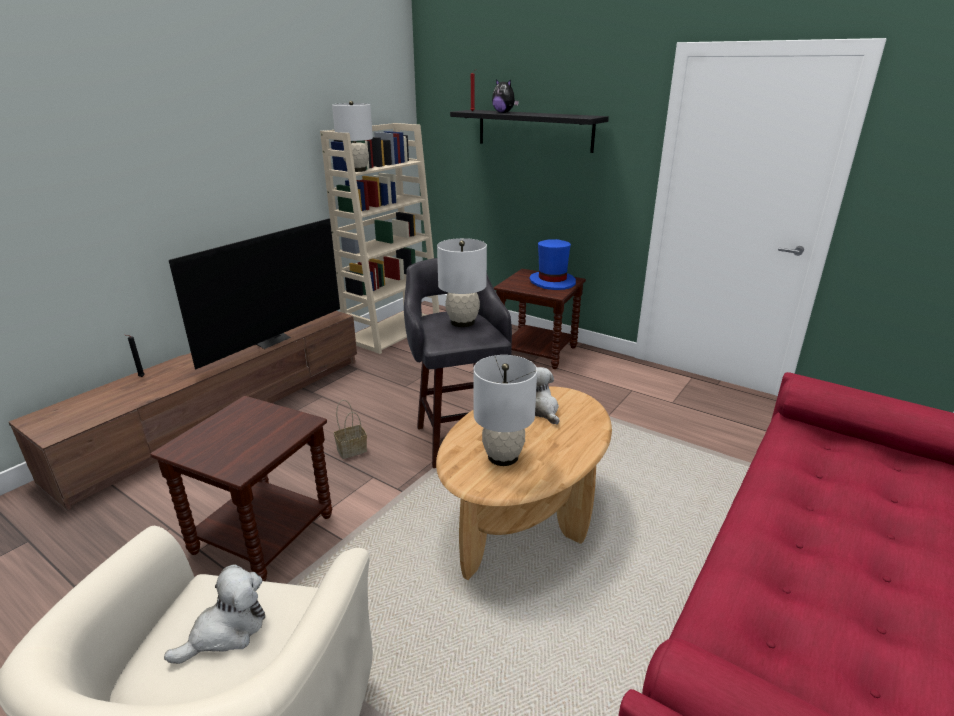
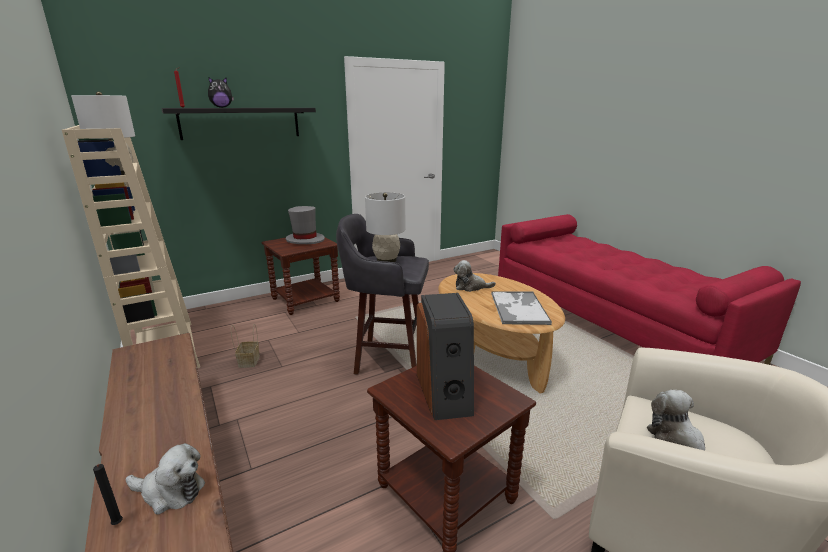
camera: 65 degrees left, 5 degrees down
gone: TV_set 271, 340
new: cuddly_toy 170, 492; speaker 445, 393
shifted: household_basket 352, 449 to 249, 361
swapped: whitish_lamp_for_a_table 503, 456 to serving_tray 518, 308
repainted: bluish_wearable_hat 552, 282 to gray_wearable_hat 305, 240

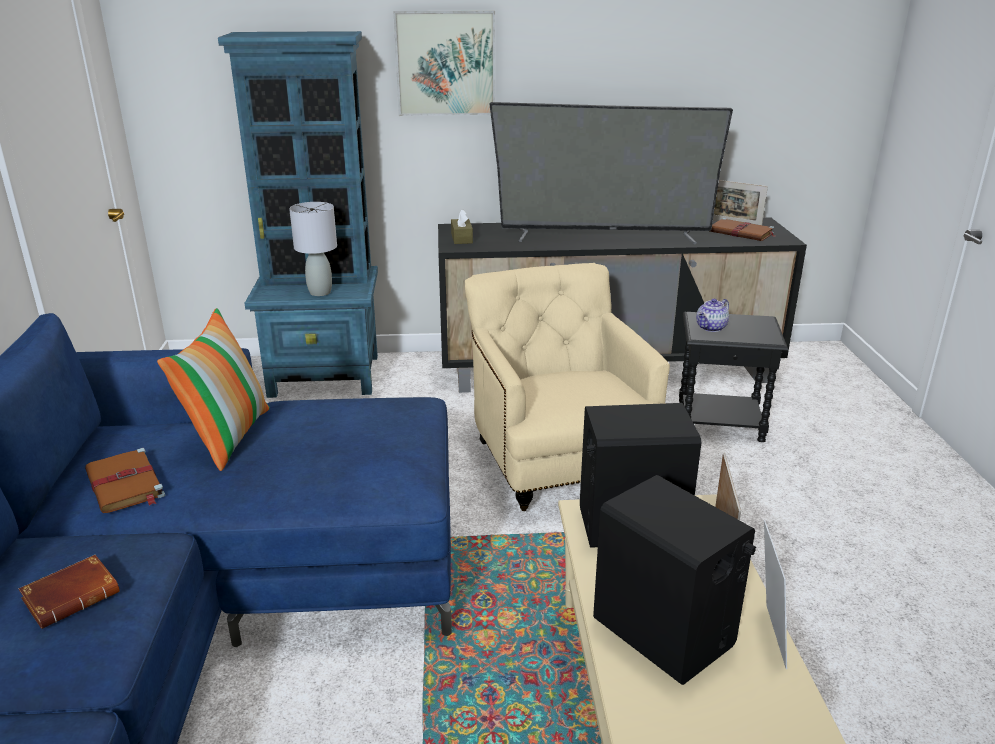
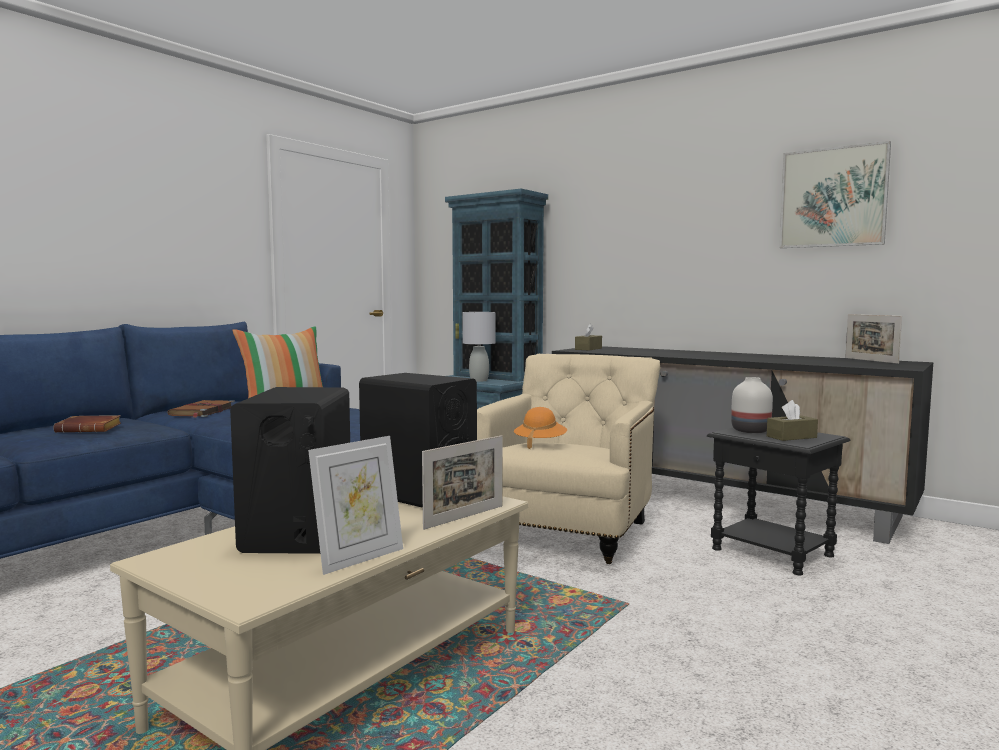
camera: 40 degrees right, 20 degrees down
gone: TV_set 604, 236; brown_volume 742, 233
new: orangey_wearable_hat 540, 443; brown_box_of_tissues 791, 437
shifted: wall_art 445, 64 to 833, 197
swapped: pot_for_tea 711, 328 to whitish_decorative_vase 751, 431

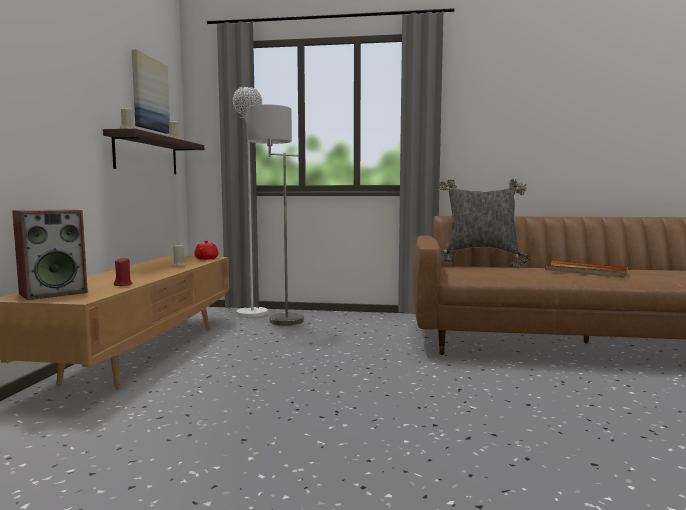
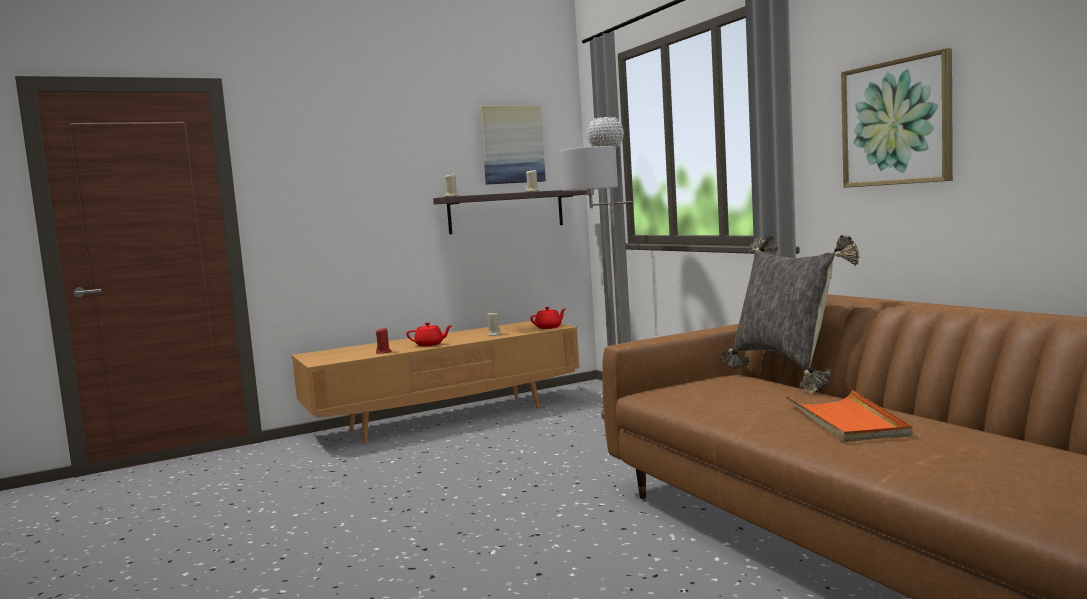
camera: 55 degrees right, 0 degrees up
gone: speaker 54, 293
new: red-coloured_pot_for_tea 430, 344; wall_art 896, 123

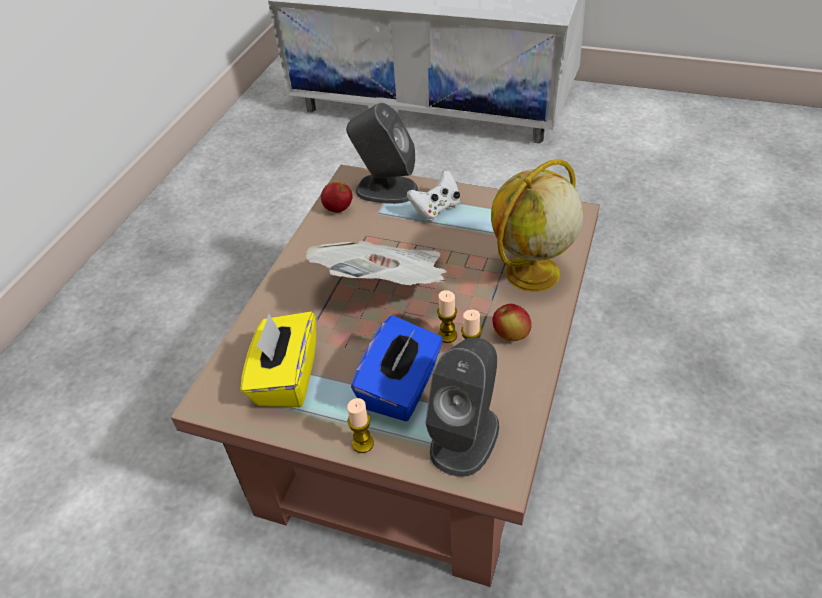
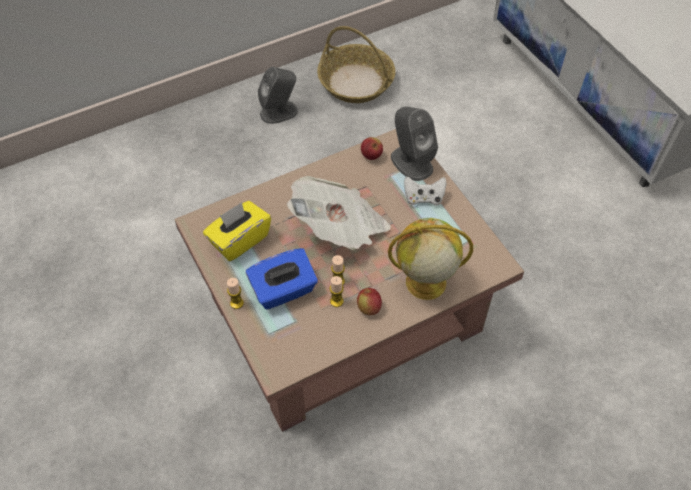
camera: 40 degrees right, 10 degrees up
new: household_basket 356, 82
shifted: gray_speaker 465, 437 to 279, 112

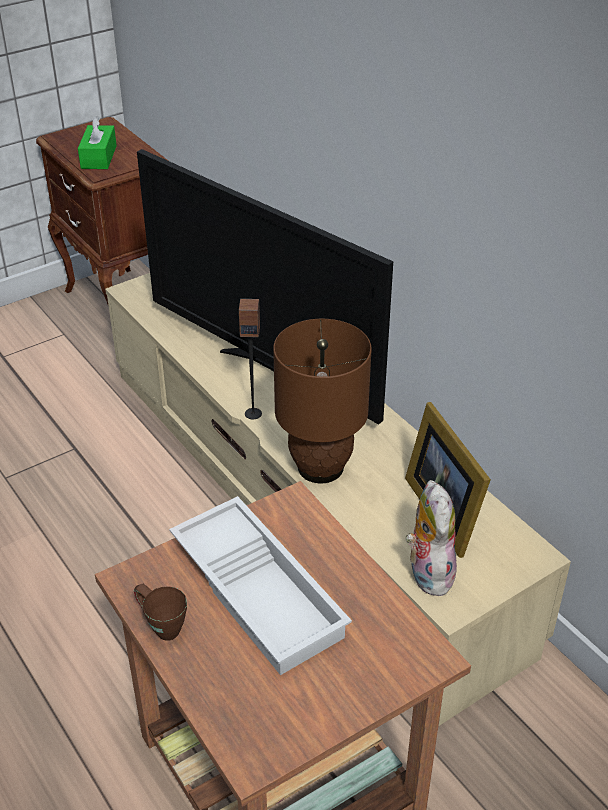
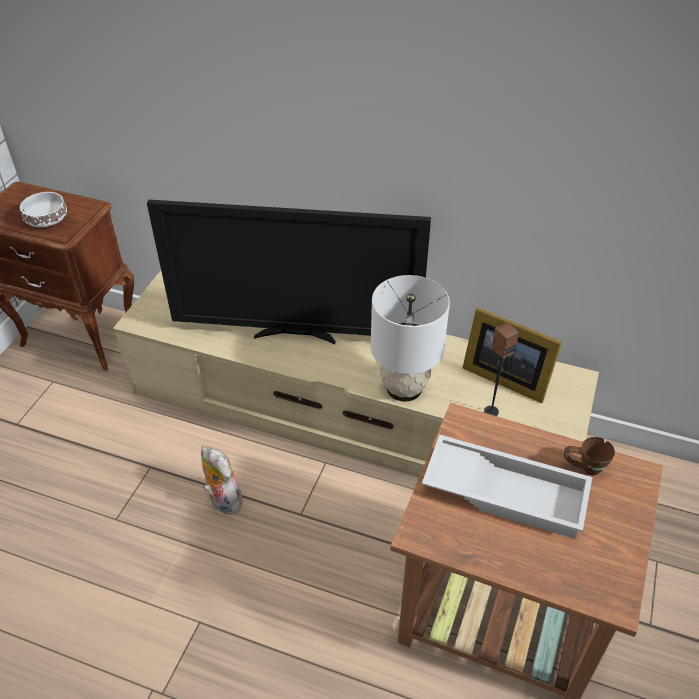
camera: 35 degrees left, 5 degrees up
shifted: cuddly_toy 427, 572 to 222, 500; speaker 253, 413 to 491, 411; brown_mug 161, 626 to 583, 468
swapped: green-coloured_box_of_tissues 99, 157 to whitish_serving_bowl 46, 220
repainted: brown_lamp_for_a_table 321, 467 to whitish_lamp_for_a_table 404, 387

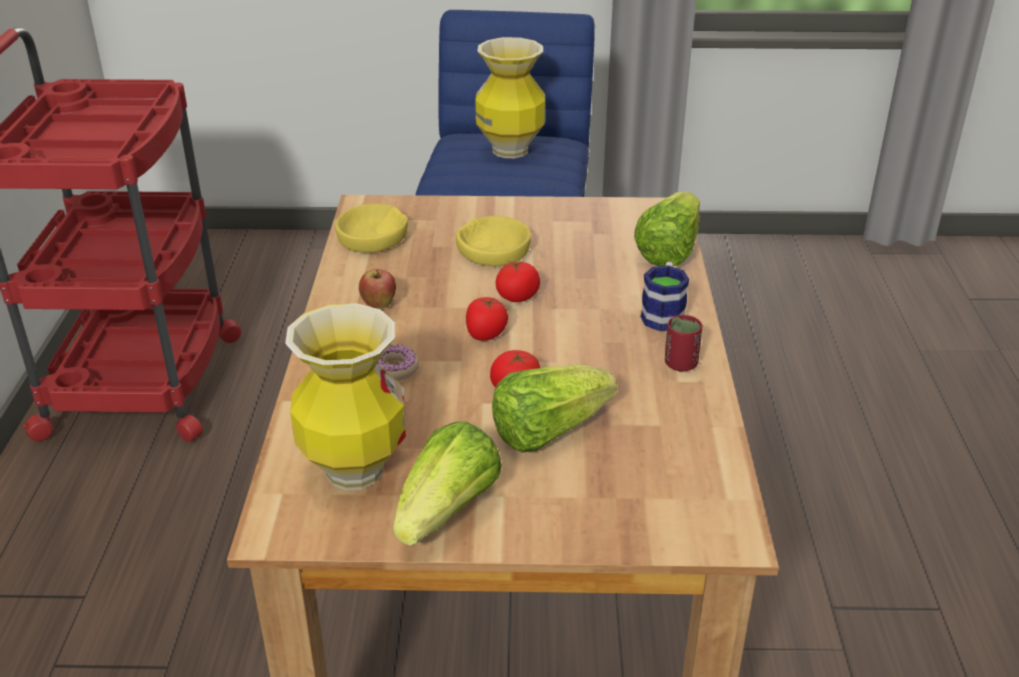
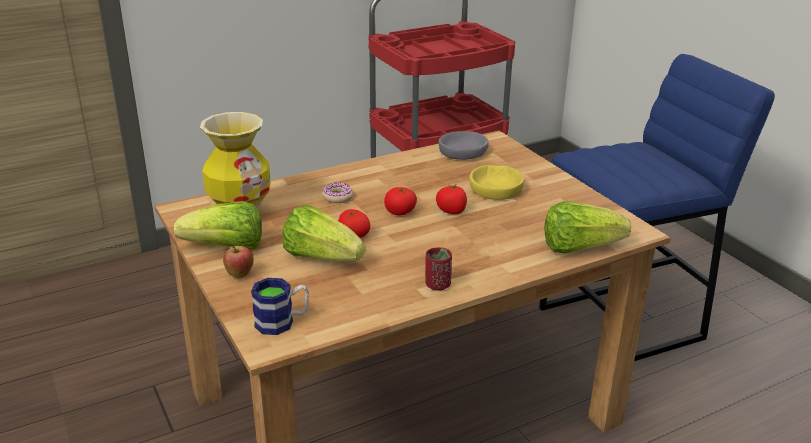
camera: 60 degrees right, 5 degrees down
gone: decorative_vase 510, 150
shifted: apple 379, 306 to 240, 275; mug 663, 313 to 282, 322
repainted: yellow_serving_bowl 372, 237 to gray_serving_bowl 463, 152

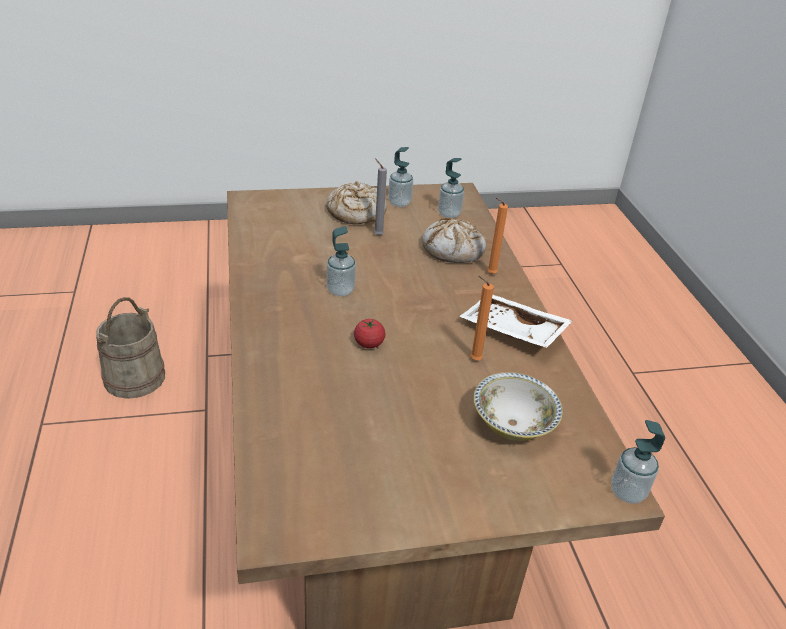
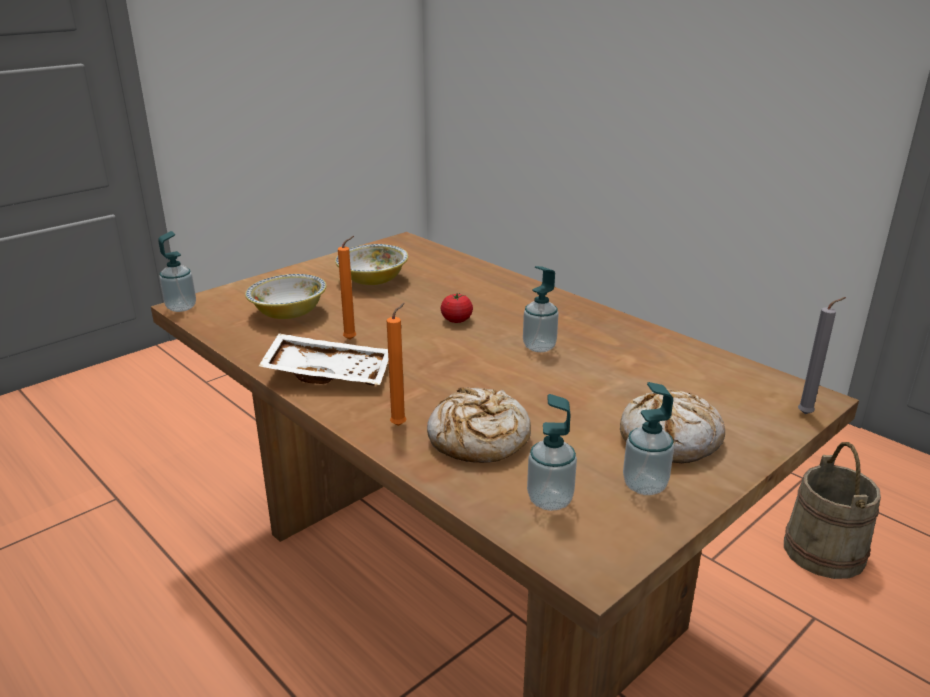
camera: 150 degrees right, 10 degrees down
new: serving_bowl 373, 280
shifted: gray_wax_candle 377, 235 to 807, 414

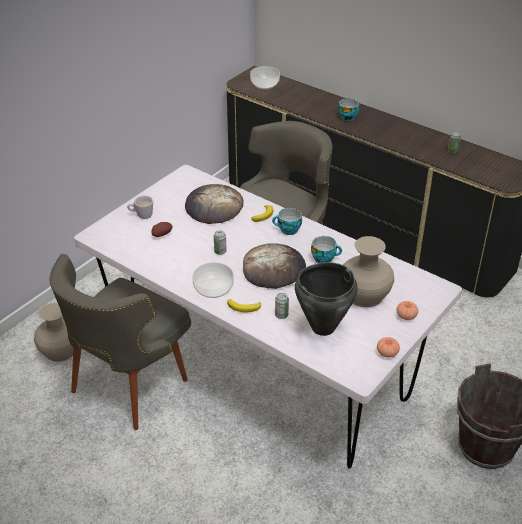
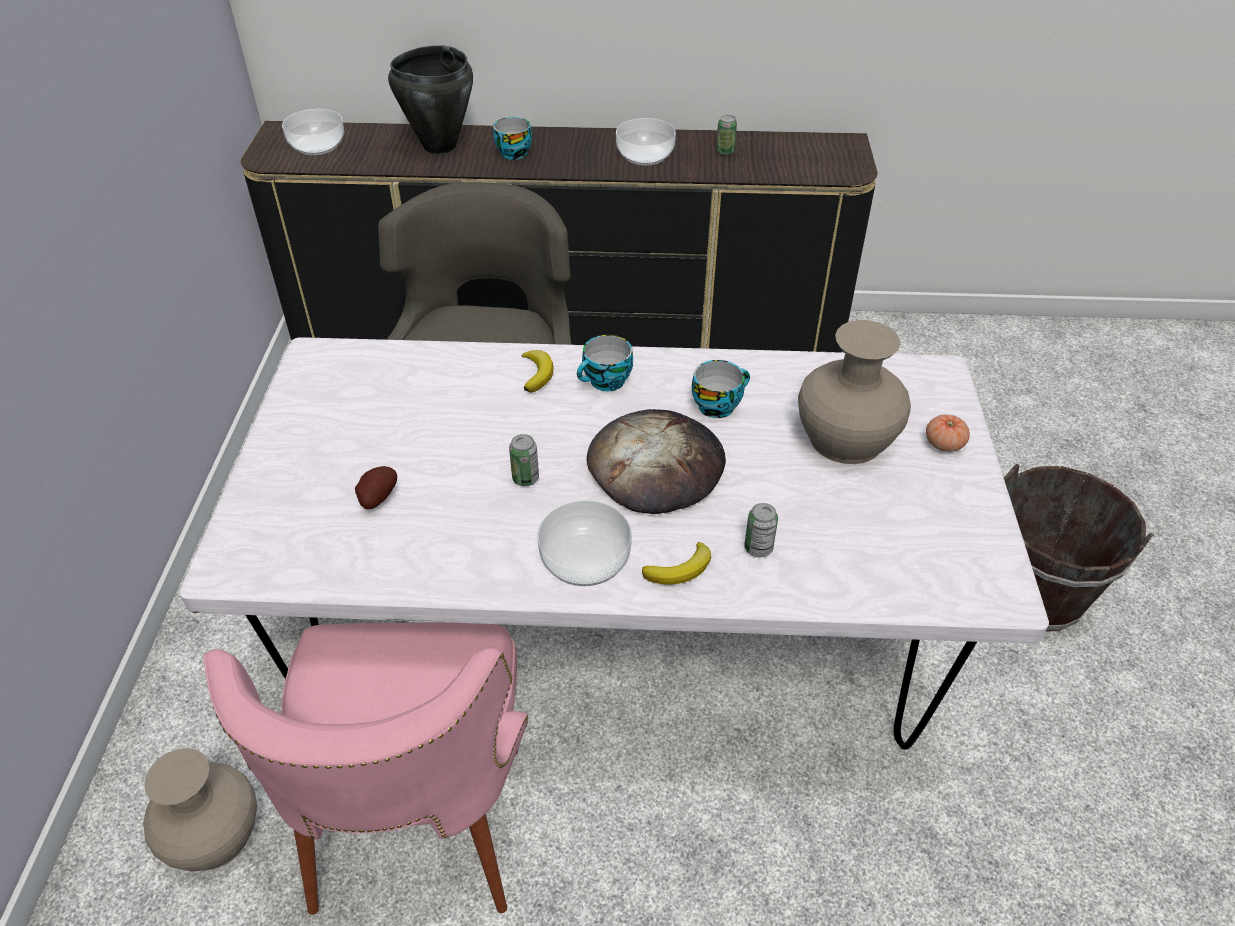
camera: 35 degrees left, 5 degrees up
gone: whitish_mug 141, 215; bakery_bread 214, 207; tomato 387, 353
new: serving_bowl 644, 155
shifted: black_saucepot 322, 327 to 439, 146
repainted: gray_plain_chair 130, 386 to pinkish_plain_chair 420, 825

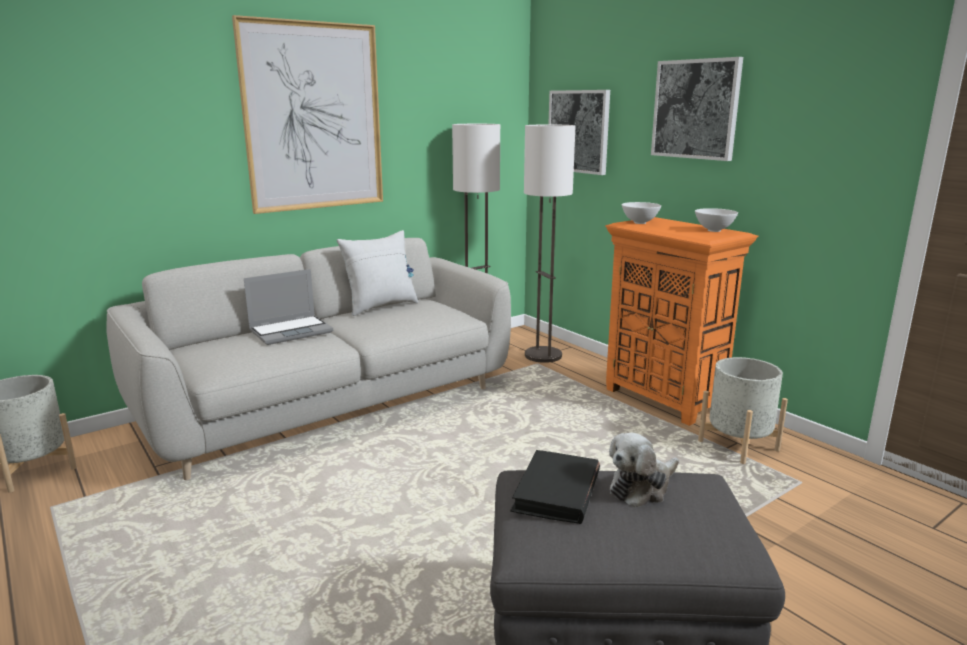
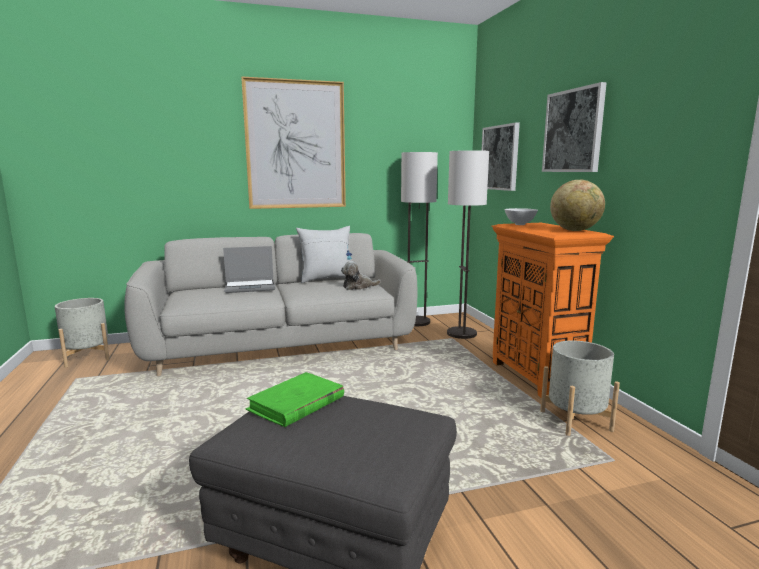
camera: 20 degrees right, 5 degrees down
shifted: cuddly_toy 641, 487 to 358, 287
swapped: whitish_serving_bowl 714, 230 to world_globe 575, 230
repainted: black_volume 557, 491 to green-coloured_volume 296, 403

